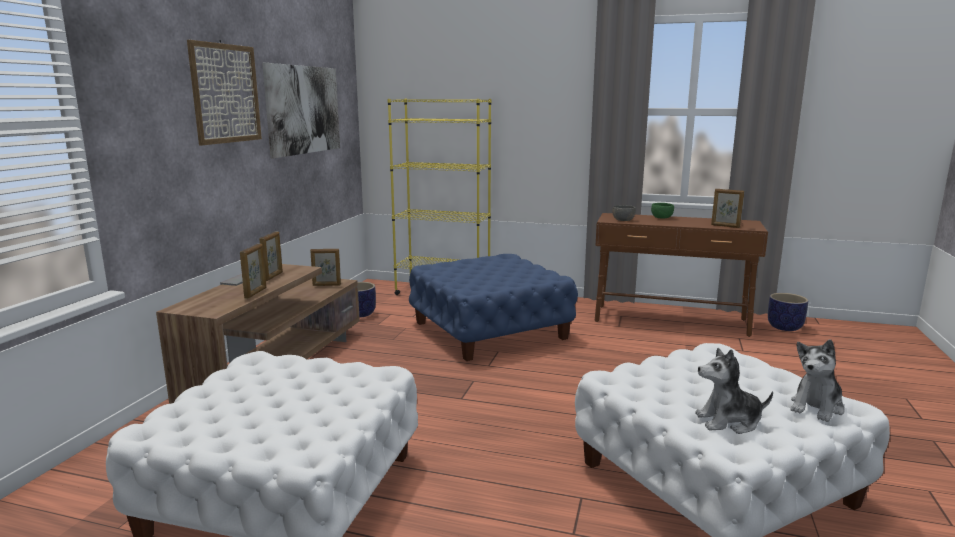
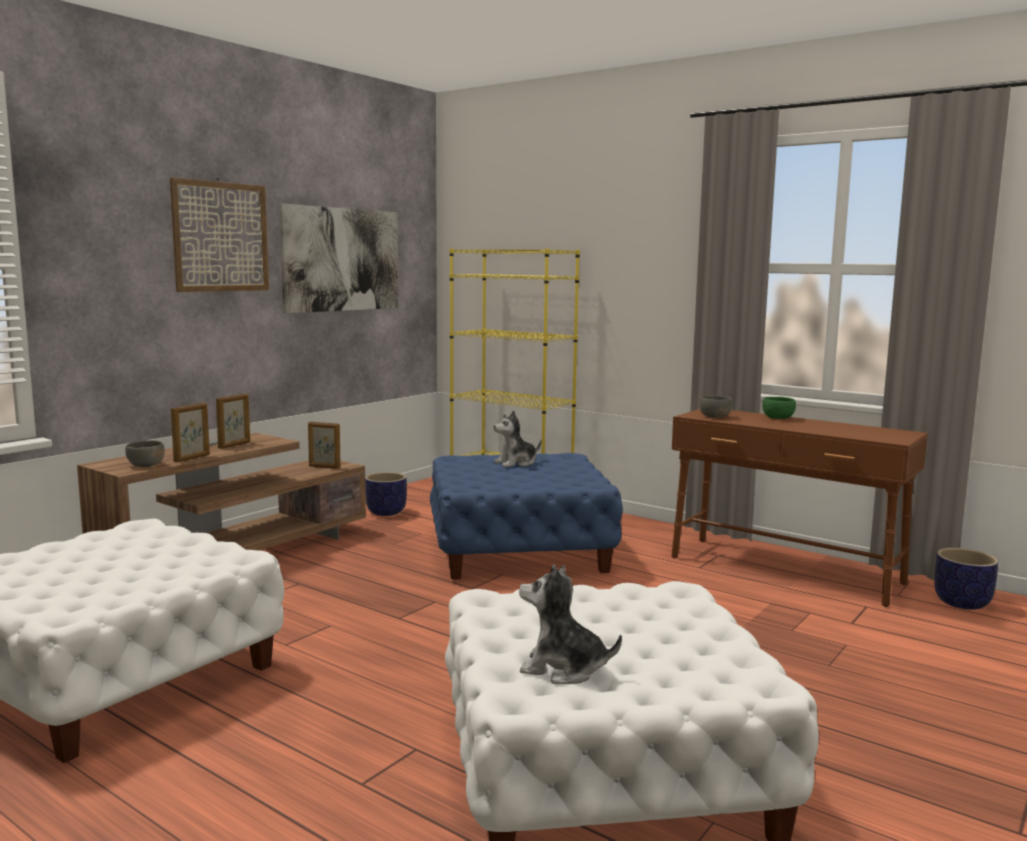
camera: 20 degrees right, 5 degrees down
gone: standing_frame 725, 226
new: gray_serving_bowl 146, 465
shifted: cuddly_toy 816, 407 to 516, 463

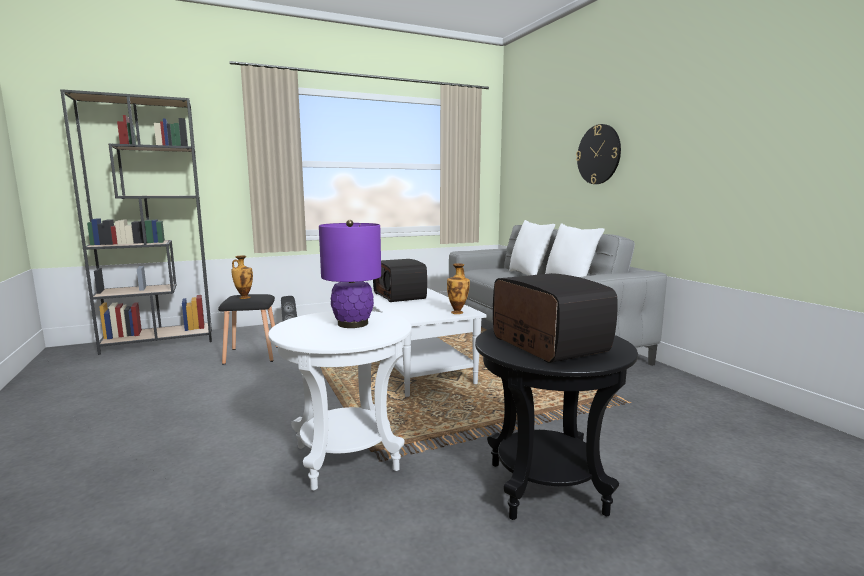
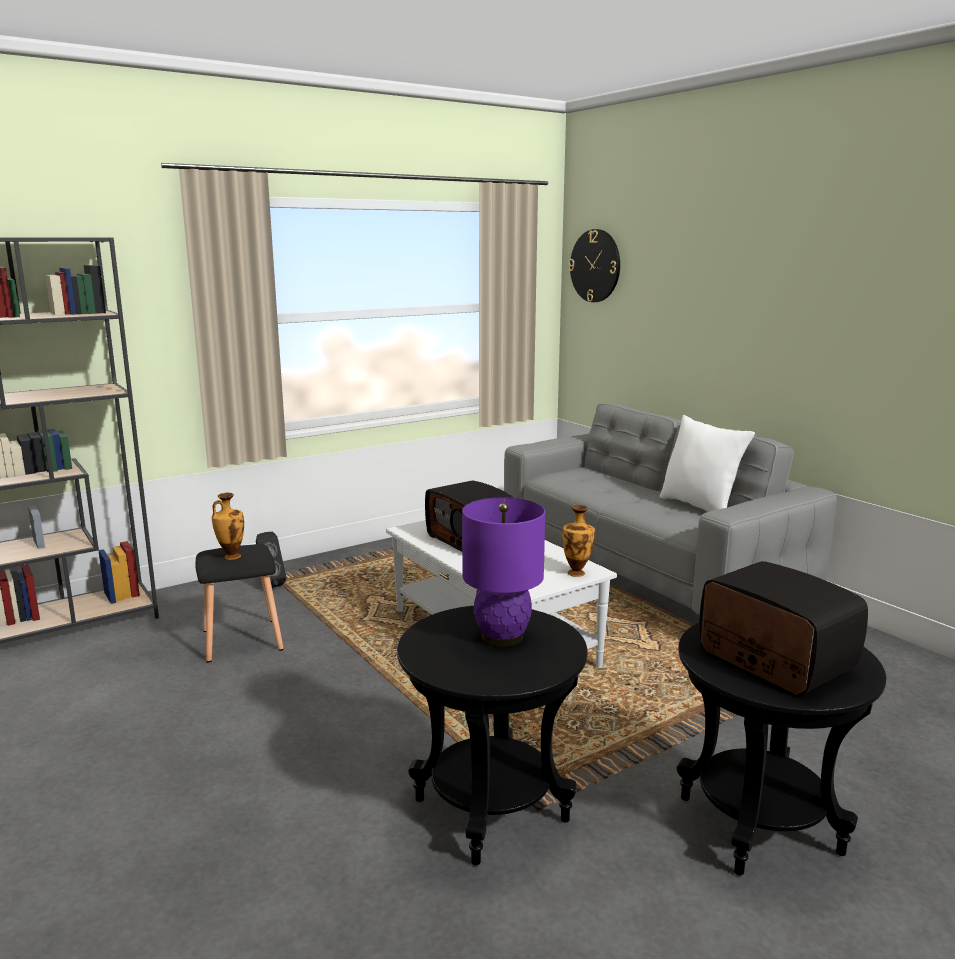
camera: 10 degrees left, 5 degrees up
gone: whitish_pillow 528, 275
shifted: clock_on_the_wall 598, 154 to 595, 266
repainted: whitish_end_table 346, 458 to black_end_table 491, 811

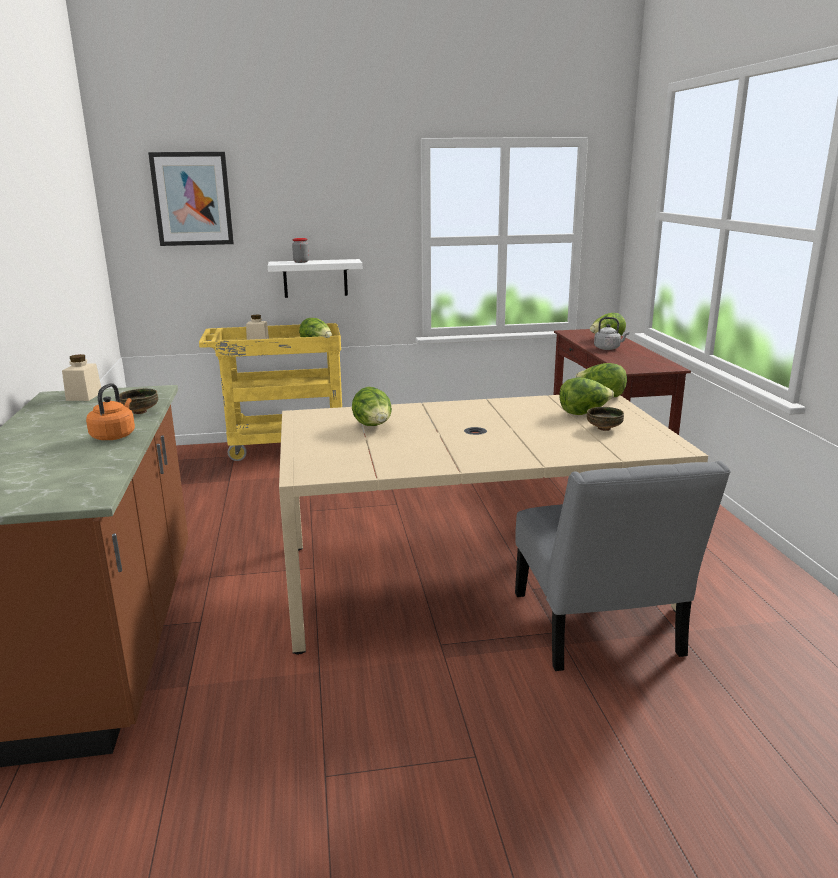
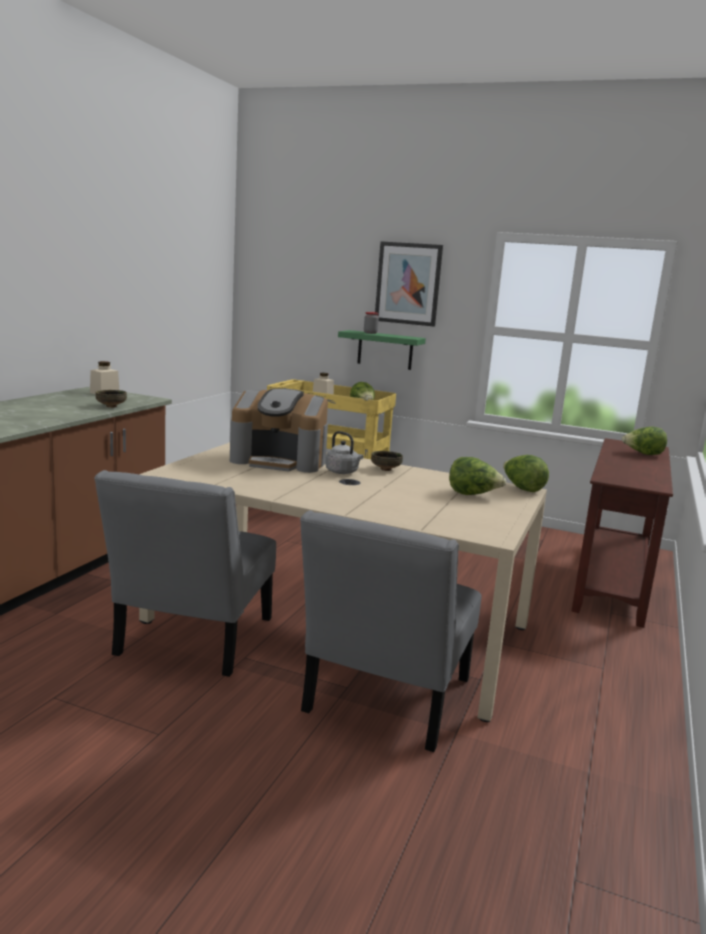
camera: 30 degrees right, 5 degrees down
gone: orangey_kettle 114, 435
new: gray_plain_chair 191, 641
shifted: gray_kettle 608, 348 to 343, 472; serving_bowl 604, 429 to 385, 469; wall_art 192, 199 to 408, 283
swapped: lettuce_head 373, 427 to coffee_maker 280, 460
repainted: whitish_wall_shelf 315, 278 to green-coloured_wall_shelf 385, 350

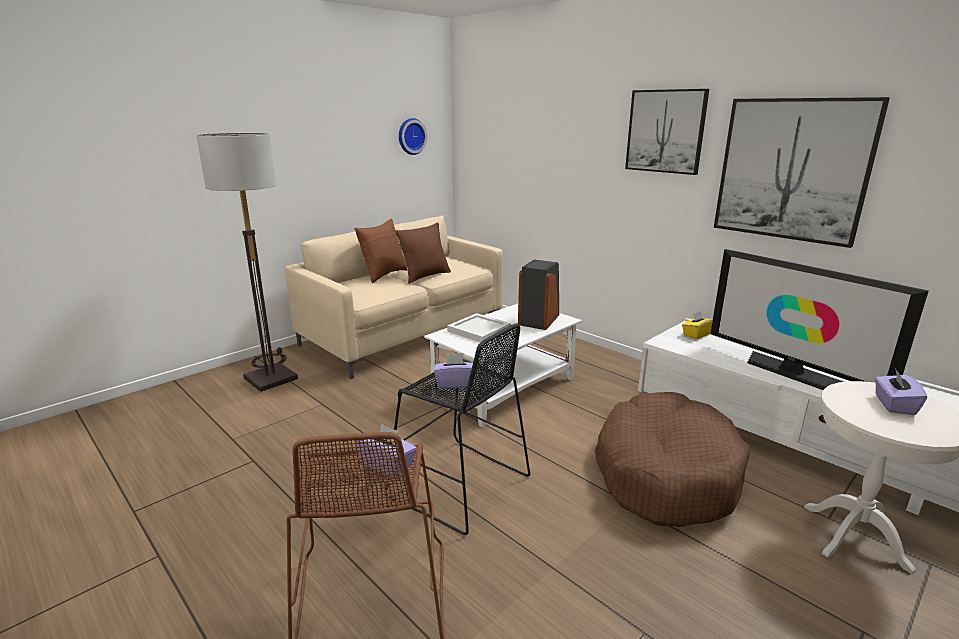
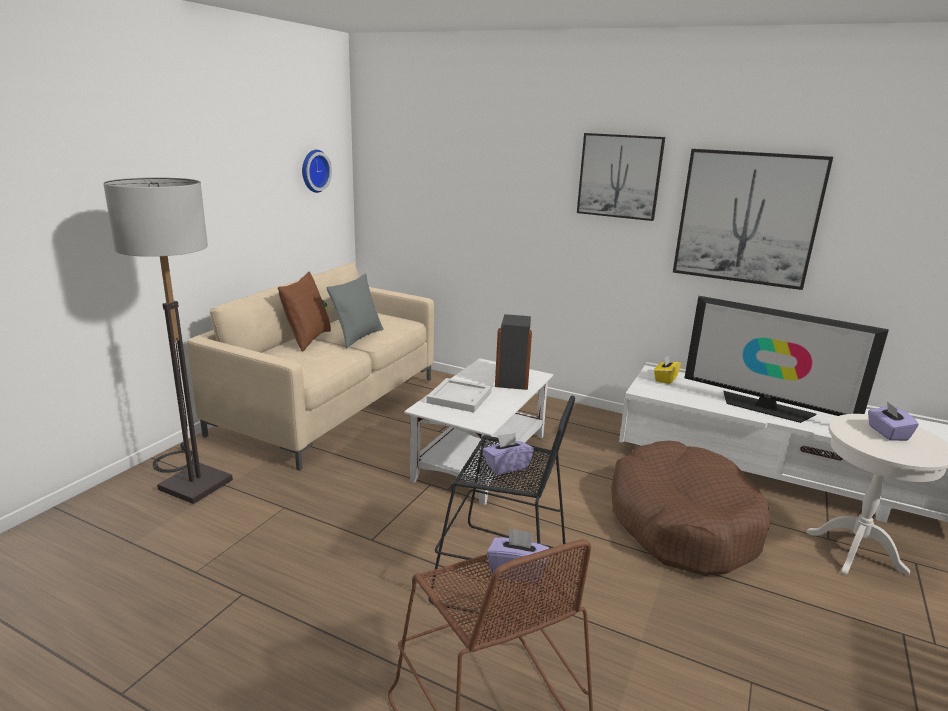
camera: 20 degrees left, 0 degrees up
repainted: brown_pillow 425, 276 to gray_pillow 358, 337

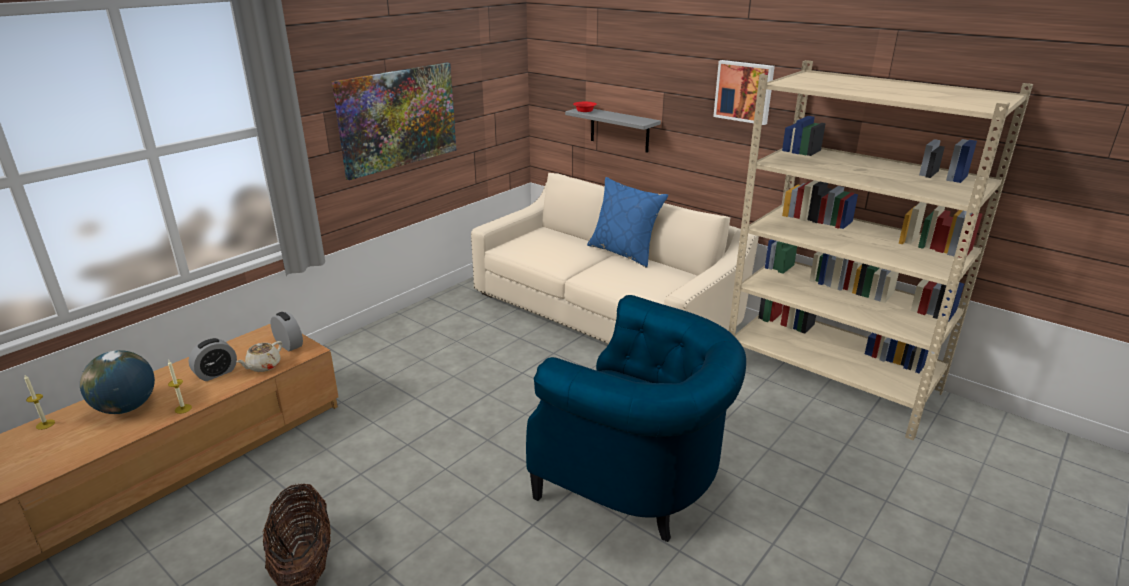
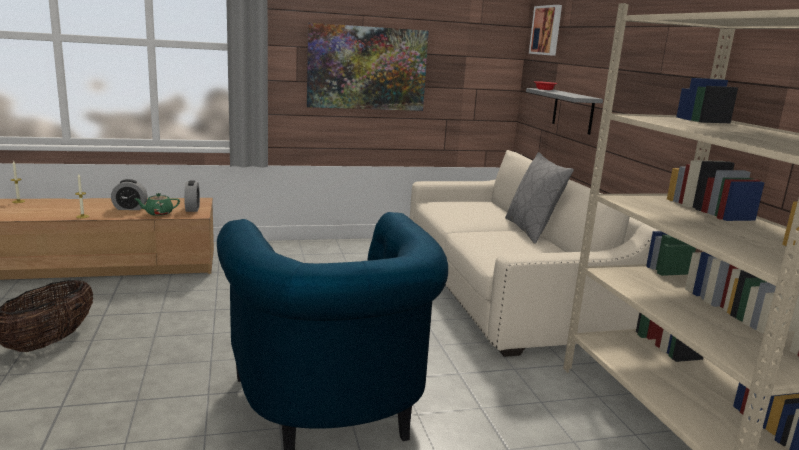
camera: 35 degrees right, 10 degrees down
gone: world_globe 127, 407
shifted: wall_art 744, 91 to 547, 30
repainted: beige_pot_for_tea 263, 366 to green-coloured_pot_for_tea 158, 213; bluish_pillow 624, 252 to gray_pillow 532, 230

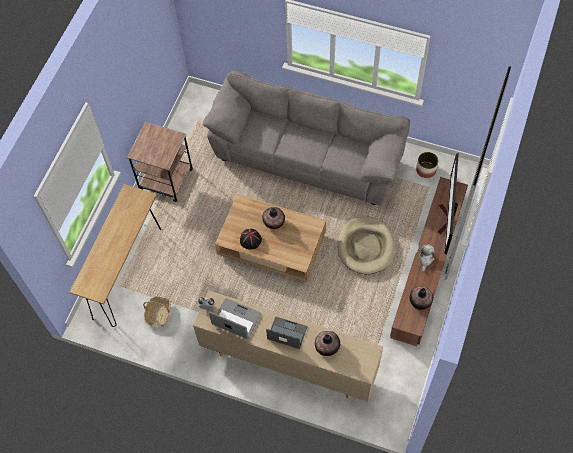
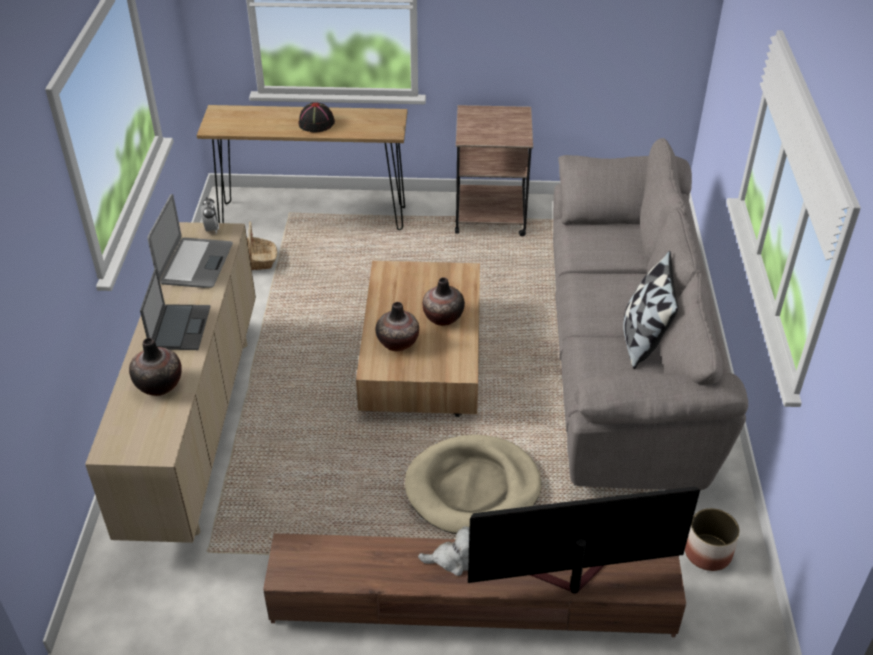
camera: 70 degrees right, 20 degrees down
new: pillow 642, 339
shifted: black_wearable_hat 250, 240 to 316, 123; decorative_vase 420, 301 to 398, 342

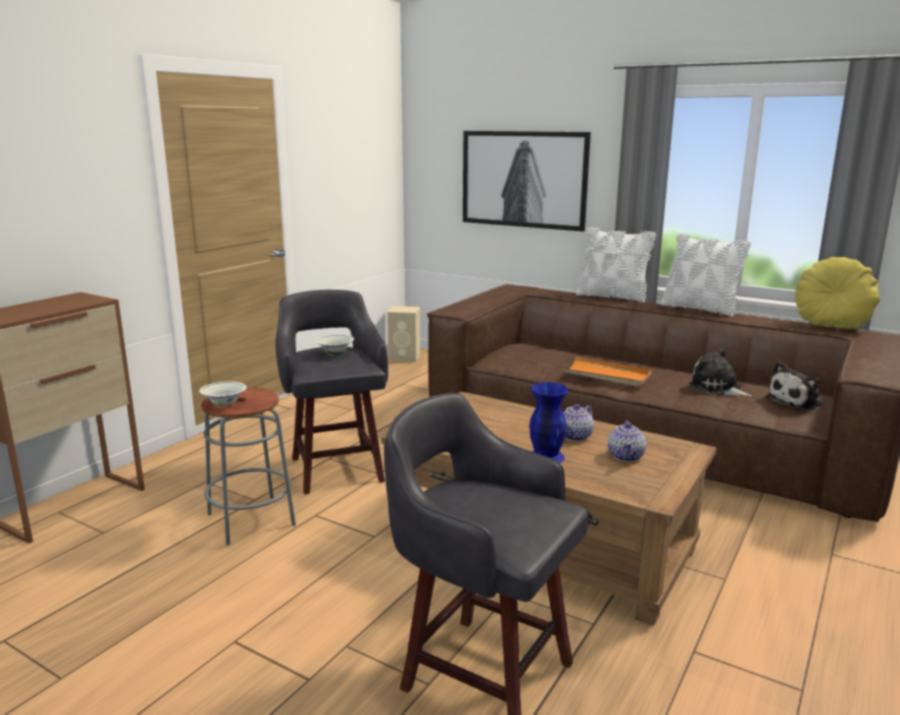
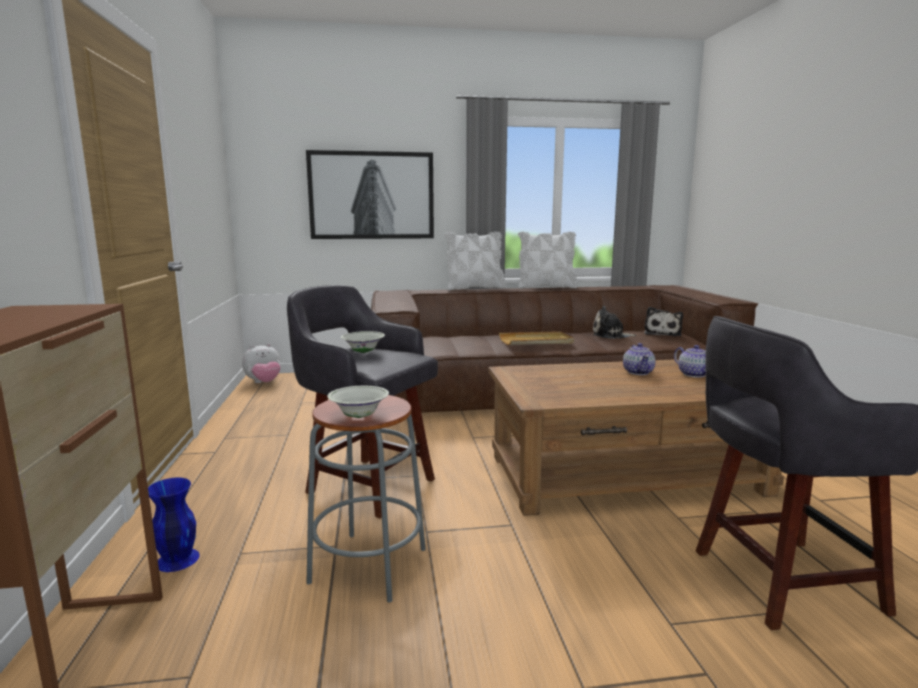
camera: 40 degrees left, 5 degrees down
gone: yellow_pillow 831, 326
shifted: bluish_decorative_vase 545, 456 to 176, 560
swapped: beige_speaker 405, 357 to cuddly_toy 264, 383
repainted: orangey_serving_tray 607, 375 to beige_serving_tray 536, 341

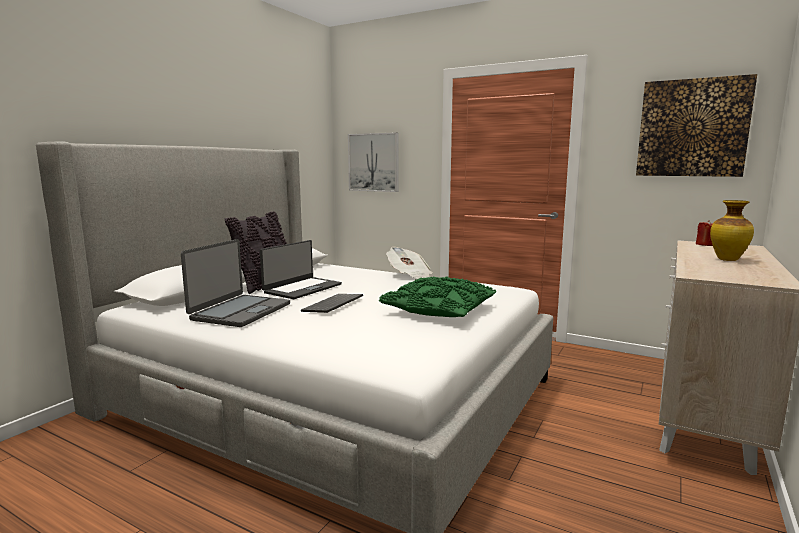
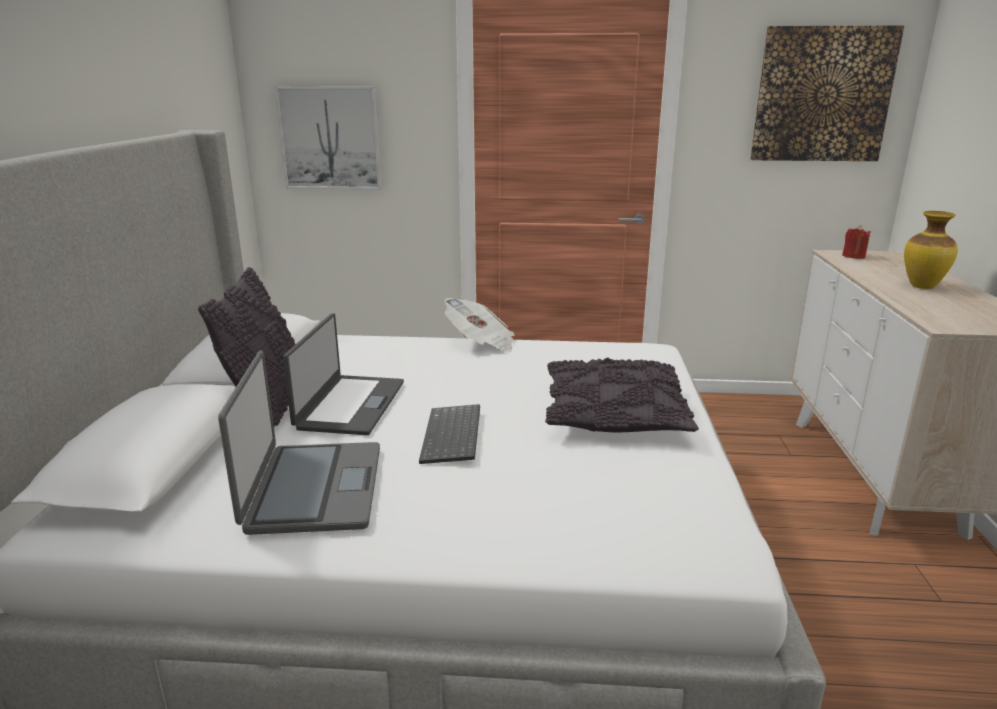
camera: 25 degrees left, 10 degrees up
repainted: green-coloured_pillow 438, 310 to black_pillow 614, 414

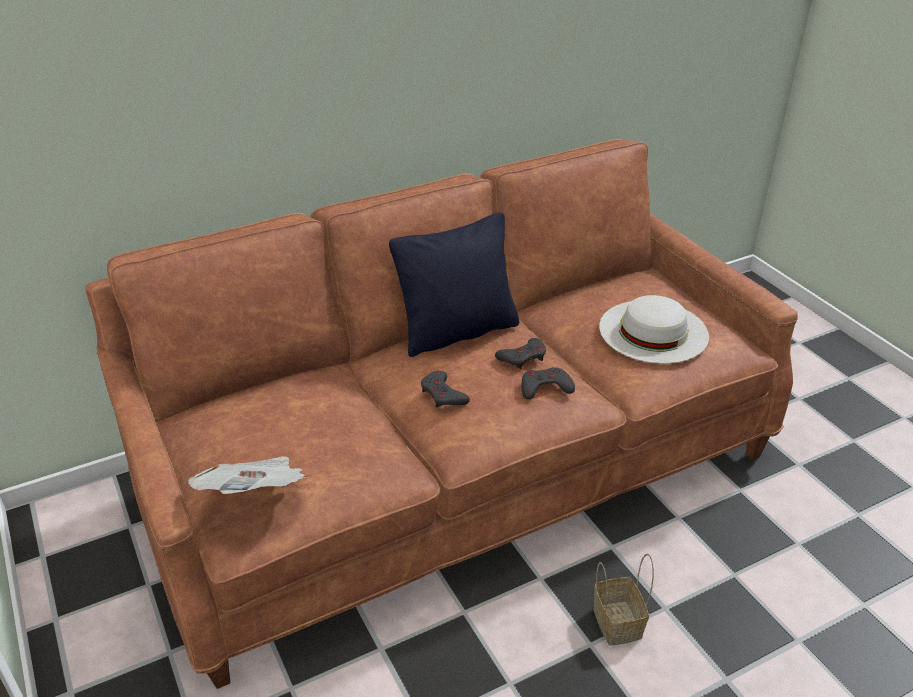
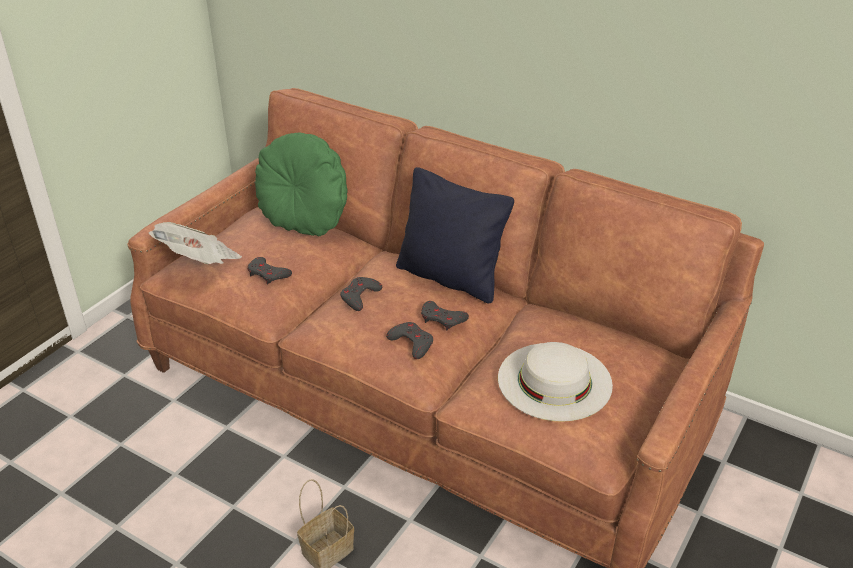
camera: 60 degrees right, 0 degrees up
new: gray_gamepad 268, 274; green-coloured_pillow 304, 224

